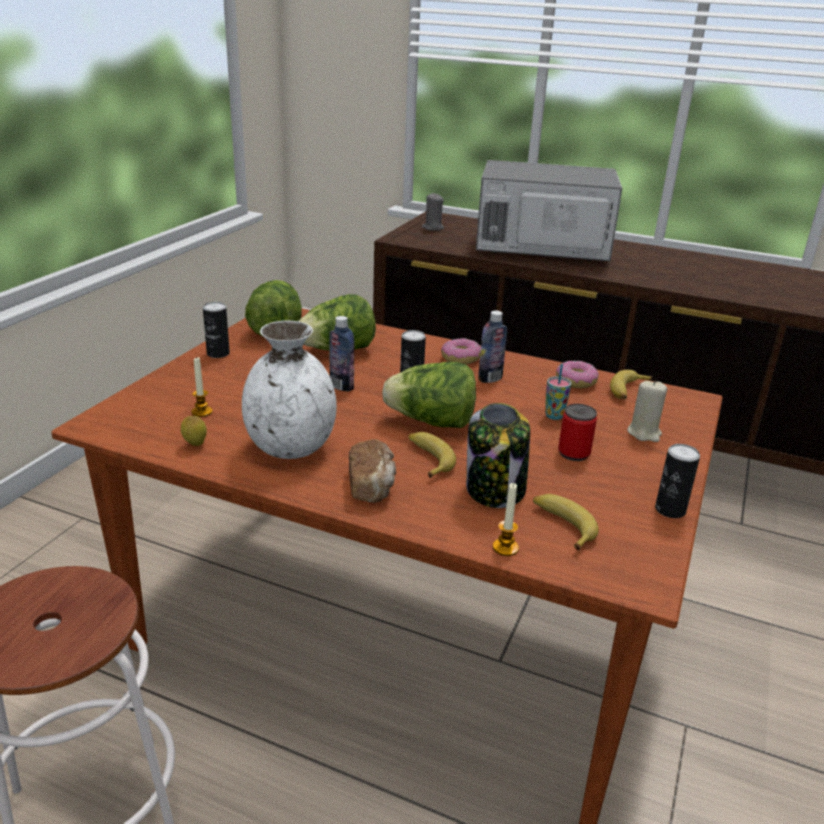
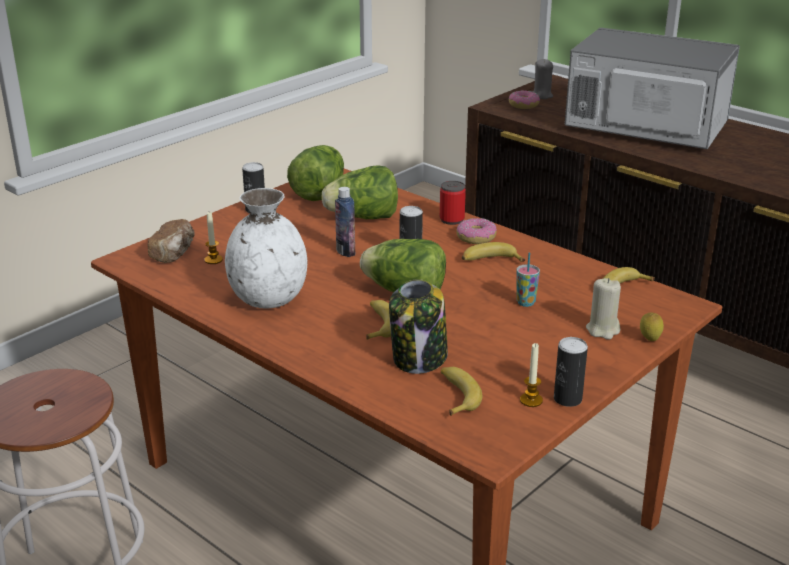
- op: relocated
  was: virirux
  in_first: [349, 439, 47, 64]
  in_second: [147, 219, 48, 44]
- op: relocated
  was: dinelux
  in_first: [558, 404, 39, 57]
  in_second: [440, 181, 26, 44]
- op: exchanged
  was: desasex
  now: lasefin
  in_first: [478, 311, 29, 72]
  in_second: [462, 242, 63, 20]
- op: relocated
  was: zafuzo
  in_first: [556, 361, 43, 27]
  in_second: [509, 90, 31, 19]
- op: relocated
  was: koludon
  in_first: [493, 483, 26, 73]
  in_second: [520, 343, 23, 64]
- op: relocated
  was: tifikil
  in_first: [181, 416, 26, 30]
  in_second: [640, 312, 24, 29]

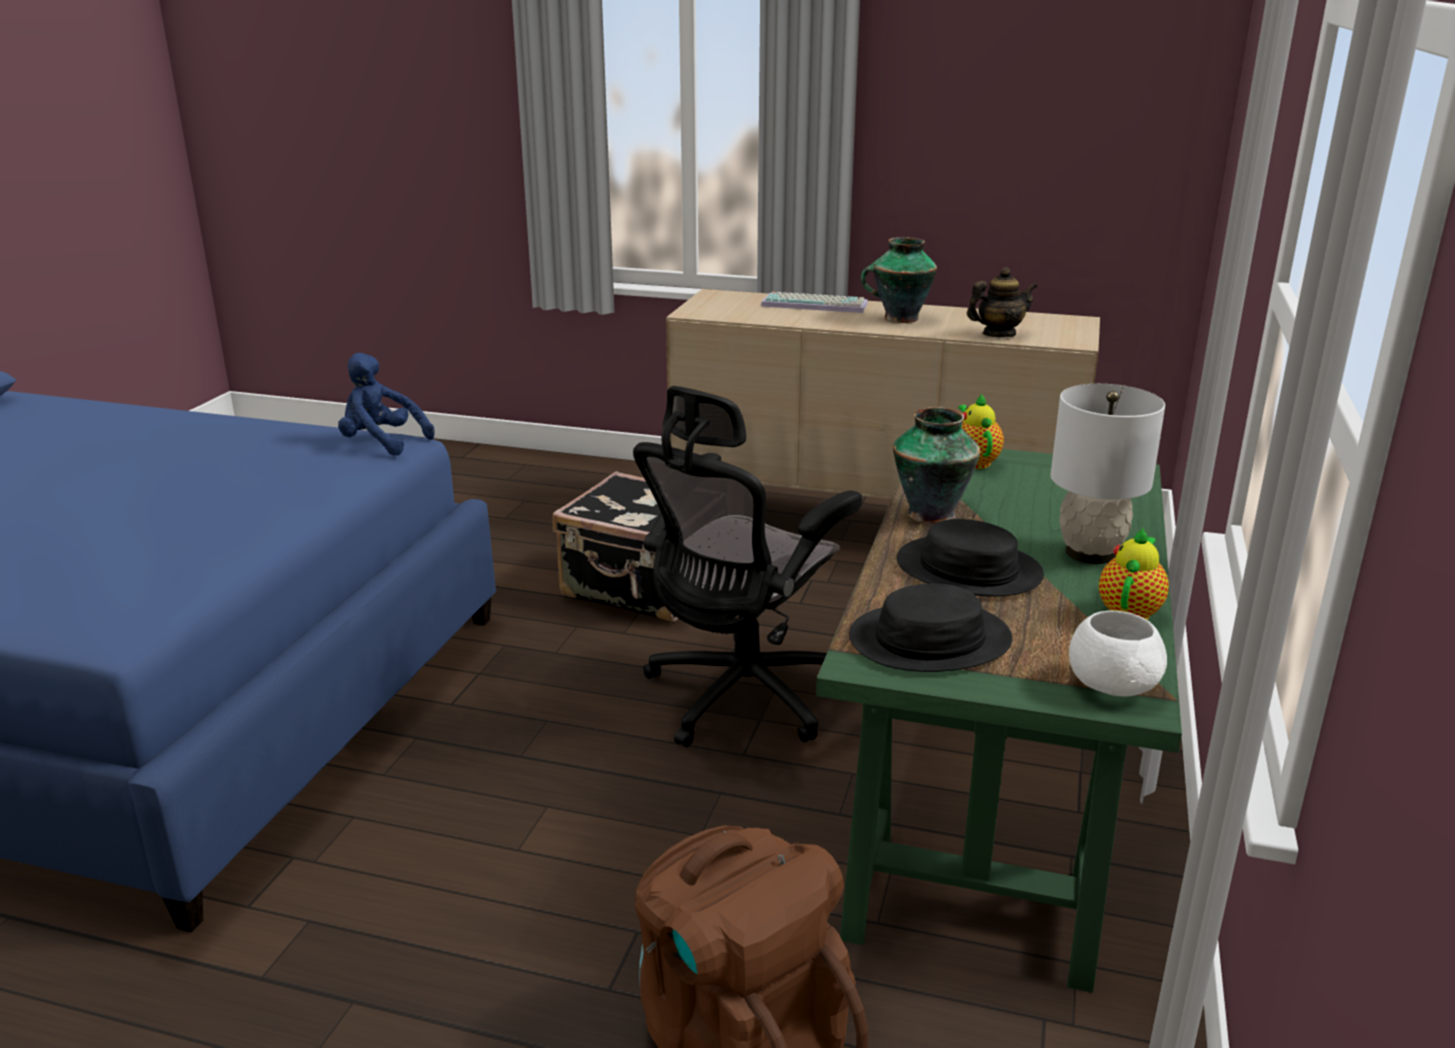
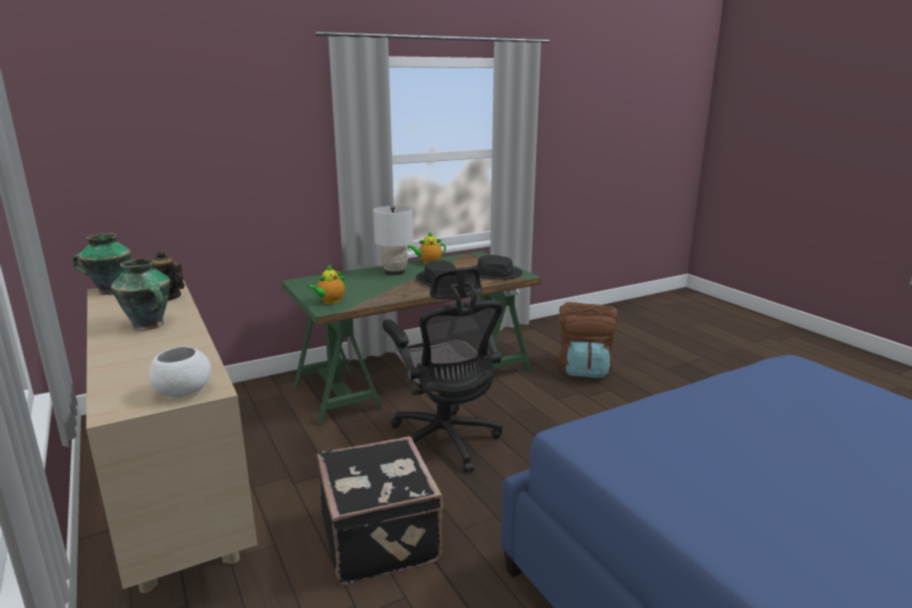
- op: relocated
  was: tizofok
  in_first: [893, 407, 88, 117]
  in_second: [72, 233, 59, 62]
- op: relocated
  was: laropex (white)
  in_first: [1069, 610, 98, 86]
  in_second: [149, 346, 62, 51]
- op: spun
  was: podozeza
  in_first: [633, 386, 229, 361]
  in_second: [382, 267, 121, 206]
  clockwise: 75
- op: missing
  was: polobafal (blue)
  in_first: [338, 353, 97, 102]
- op: missing
  was: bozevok
  in_first: [761, 292, 107, 21]

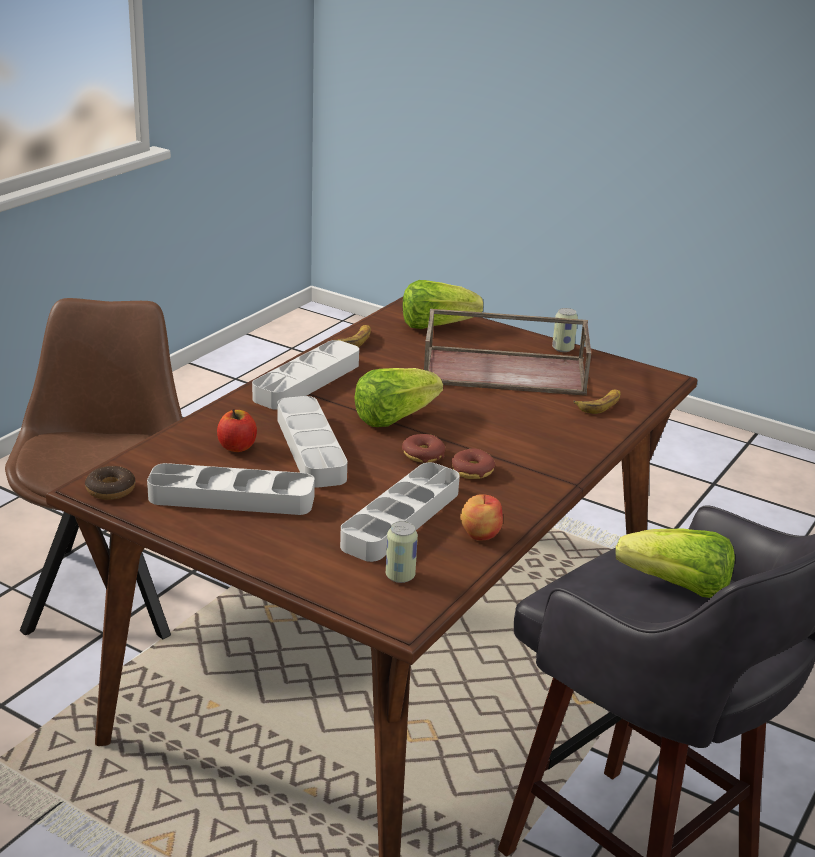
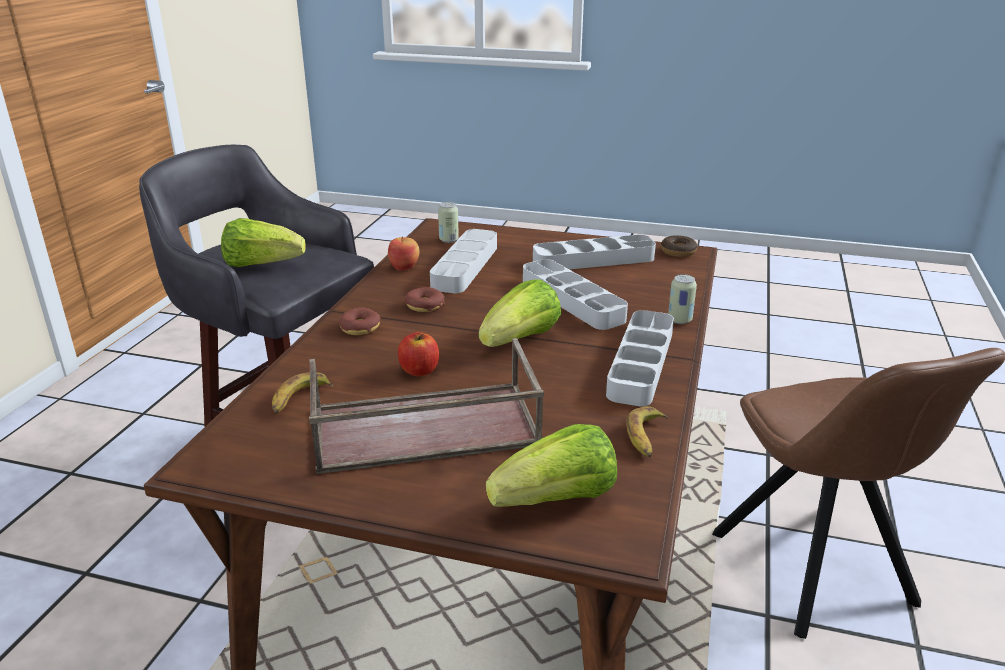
- op: relocated
  was: zafuzo
  in_first: [402, 434, 44, 29]
  in_second: [338, 308, 42, 27]
- op: relocated
  was: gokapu
  in_first: [217, 409, 40, 43]
  in_second: [398, 332, 41, 44]
- op: relocated
  was: dinelux
  in_first: [552, 308, 26, 44]
  in_second: [668, 274, 29, 50]

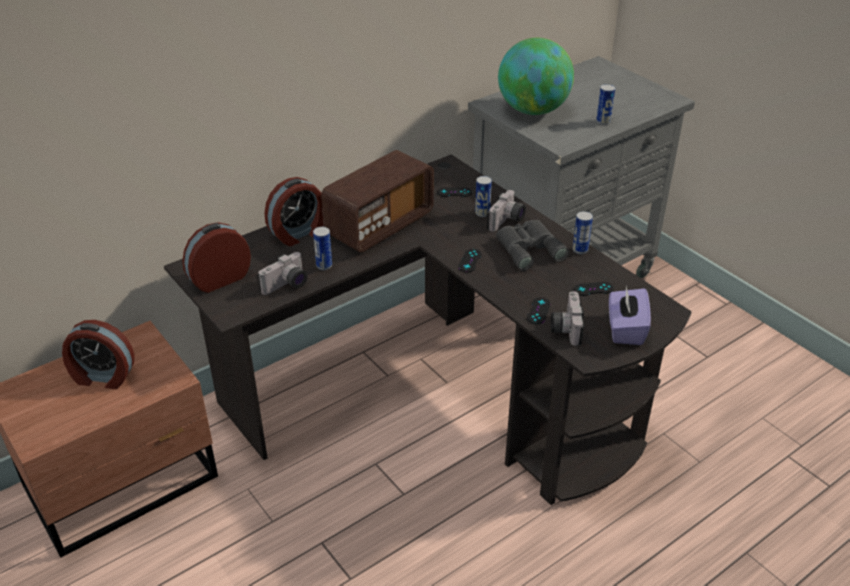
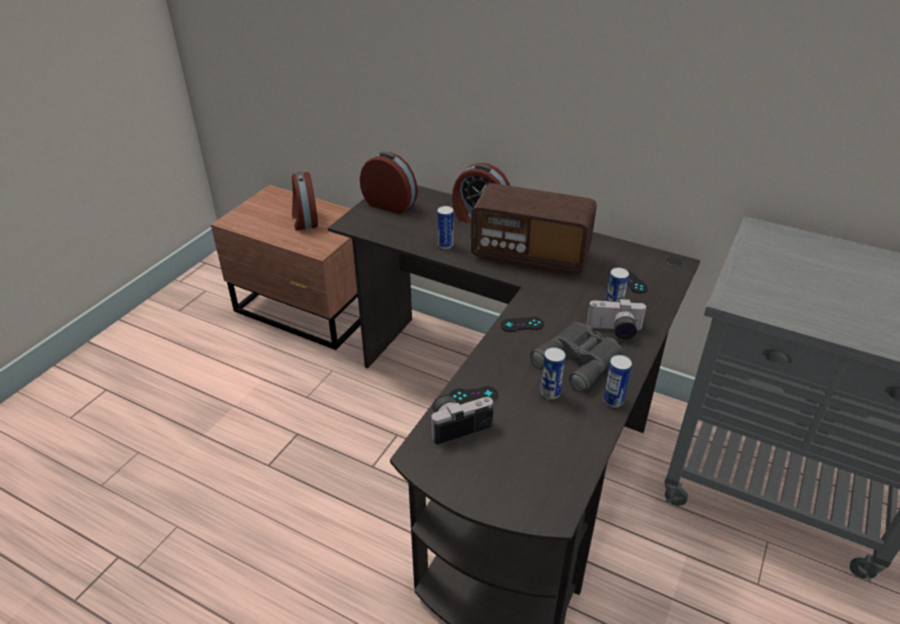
- op: relocated
  was: dinelux
  in_first: [596, 84, 19, 41]
  in_second: [540, 347, 26, 53]
- op: missing
  was: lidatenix
  in_first: [258, 252, 50, 43]
- op: missing
  was: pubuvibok
  in_first: [498, 38, 76, 77]
- op: missing
  was: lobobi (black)
  in_first: [574, 282, 40, 14]
- op: missing
  was: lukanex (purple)
  in_first: [609, 287, 42, 58]

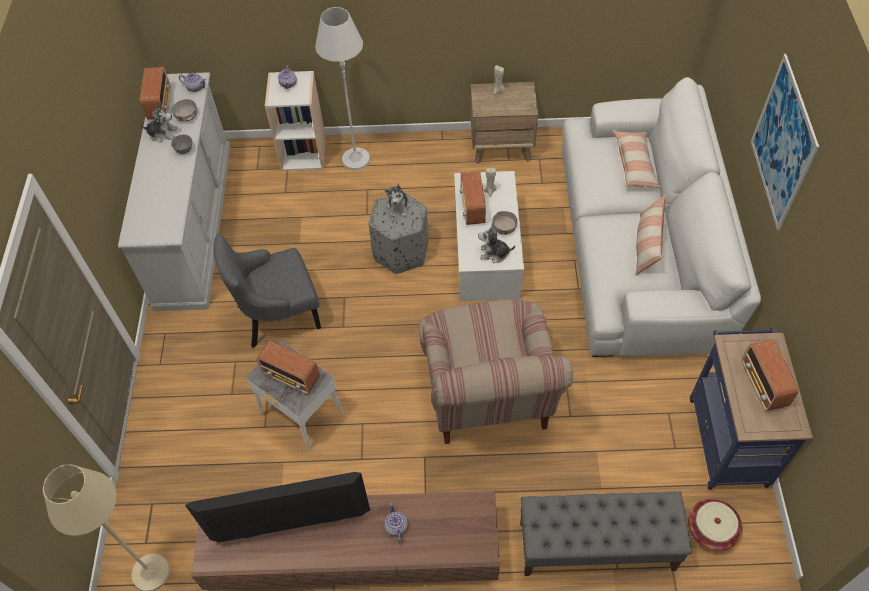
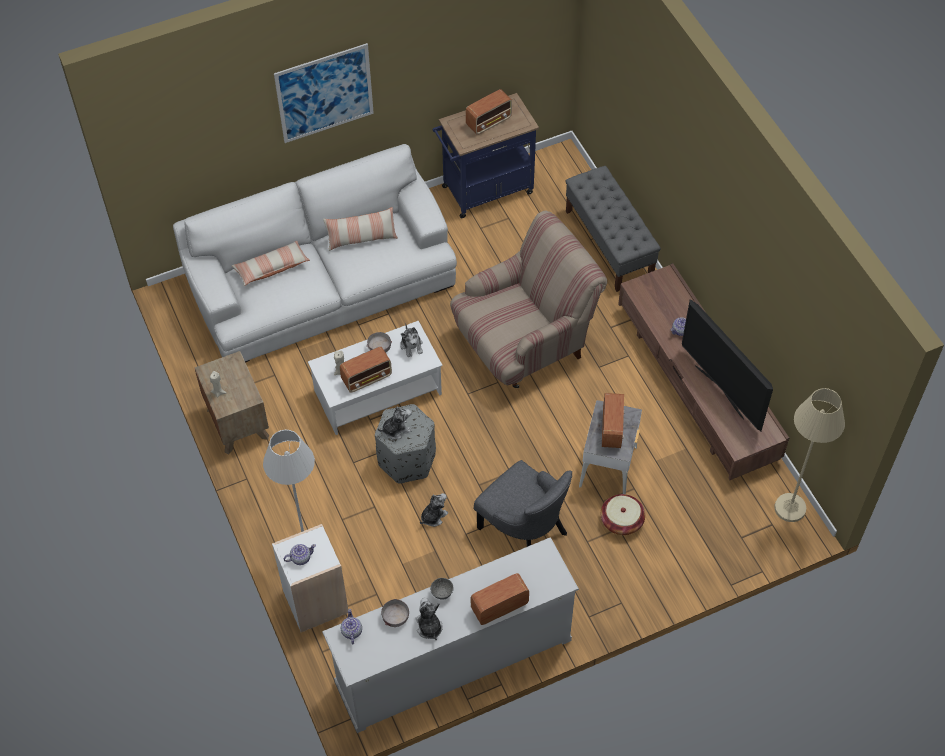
- op: appeared
  now: polobafal
  in_second: [420, 493, 28, 34]
- op: relocated
  was: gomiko
  in_first: [140, 67, 31, 53]
  in_second: [471, 573, 58, 52]
- op: relocated
  was: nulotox
  in_first: [688, 499, 54, 52]
  in_second: [601, 494, 44, 41]

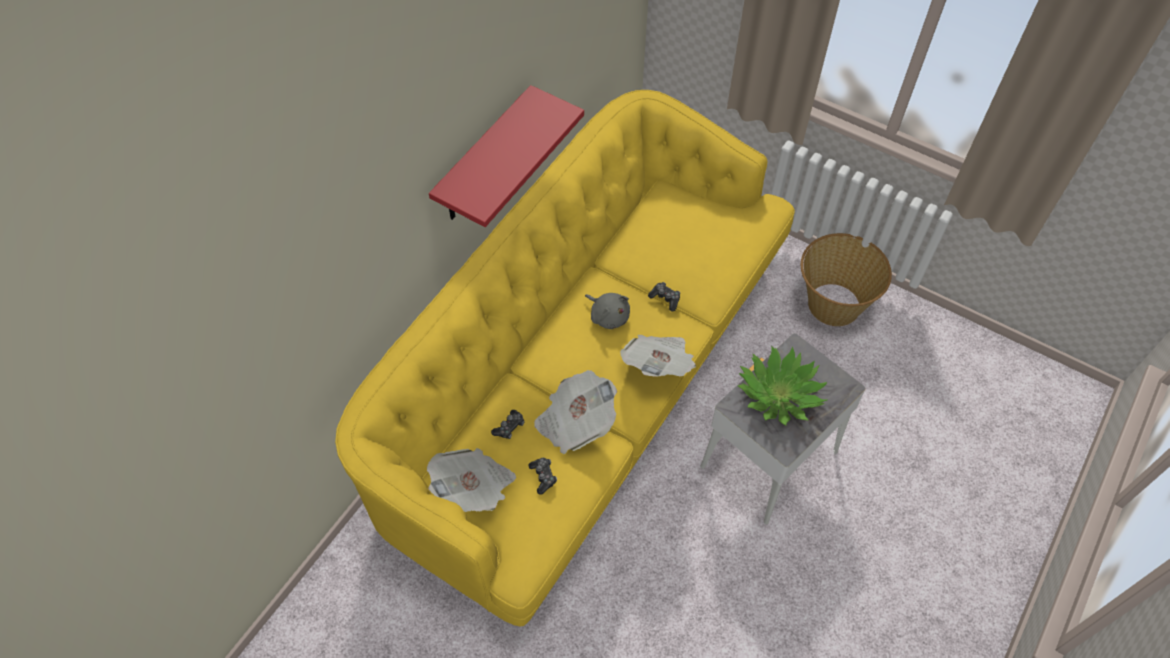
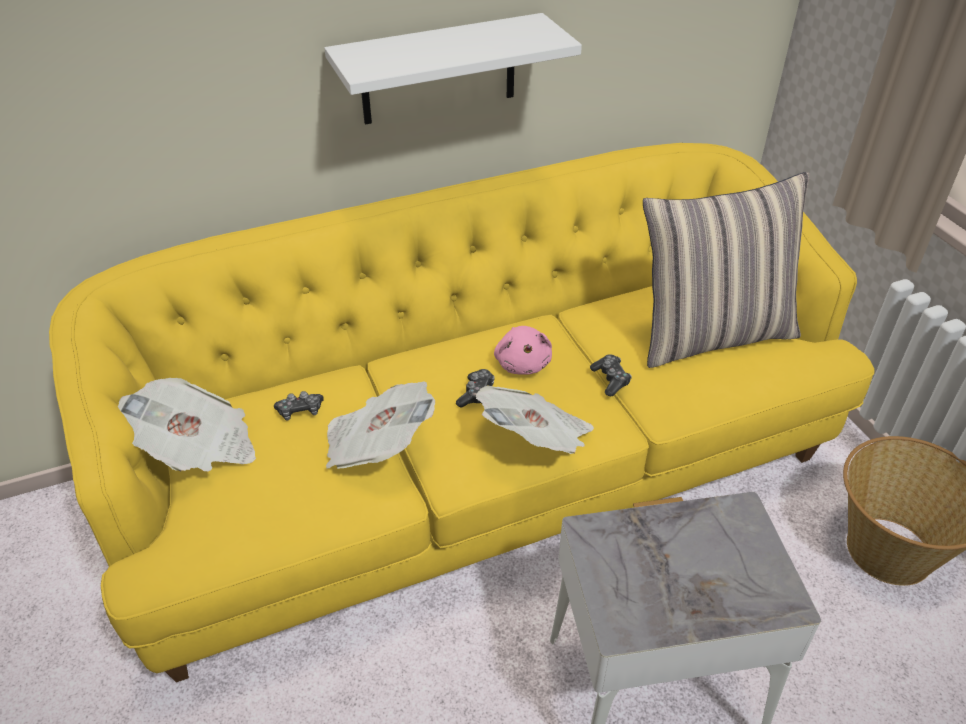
- op: colour
  was: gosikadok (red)
  now: gosikadok (white)
  in_first: [429, 85, 155, 142]
  in_second: [324, 13, 258, 112]
- op: relocated
  was: lobobi
  in_first: [528, 458, 29, 36]
  in_second: [456, 369, 39, 39]
- op: colour
  was: polobafal (grey)
  now: polobafal (pink)
  in_first: [585, 293, 45, 36]
  in_second: [494, 326, 58, 49]
- op: appeared
  now: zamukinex
  in_second: [643, 172, 166, 196]
- op: missing
  was: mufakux
  in_first: [738, 347, 89, 79]

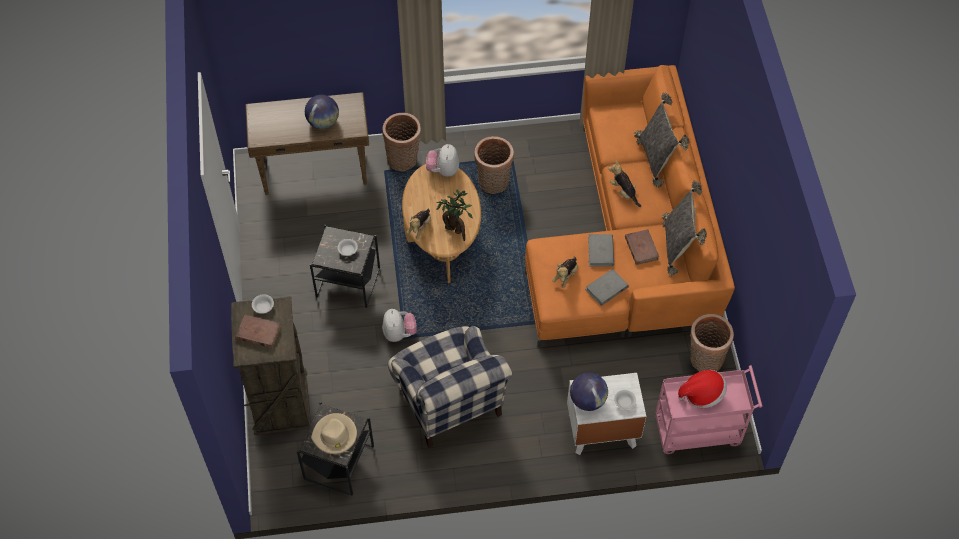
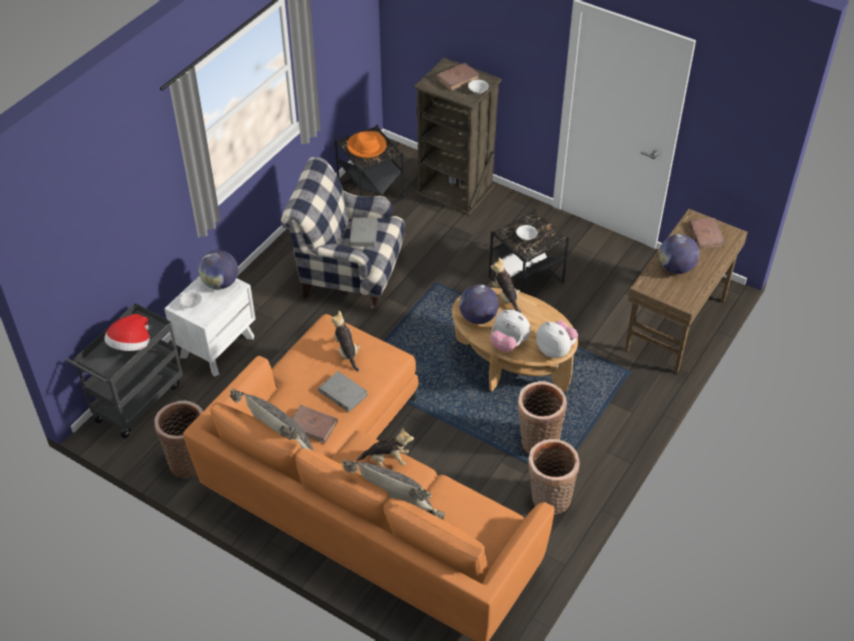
- op: colour
  was: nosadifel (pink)
  now: nosadifel (grey)
  in_first: [655, 365, 108, 89]
  in_second: [66, 303, 117, 135]
- op: colour
  was: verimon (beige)
  now: verimon (orange)
  in_first: [311, 413, 46, 41]
  in_second: [347, 131, 40, 27]
- op: relocated
  was: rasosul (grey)
  in_first: [585, 269, 44, 37]
  in_second: [349, 217, 29, 30]
- op: exchanged
  was: mufakux
  now: pubuvibok
  in_first: [436, 189, 37, 52]
  in_second: [459, 284, 40, 40]
- op: relocated
  was: polobafal
  in_first: [382, 309, 35, 33]
  in_second: [490, 310, 41, 42]
- op: relocated
  was: nulotox
  in_first: [382, 113, 39, 58]
  in_second: [528, 439, 52, 75]
- op: appeared
  now: rasosul (brown)
  in_second: [689, 218, 36, 32]

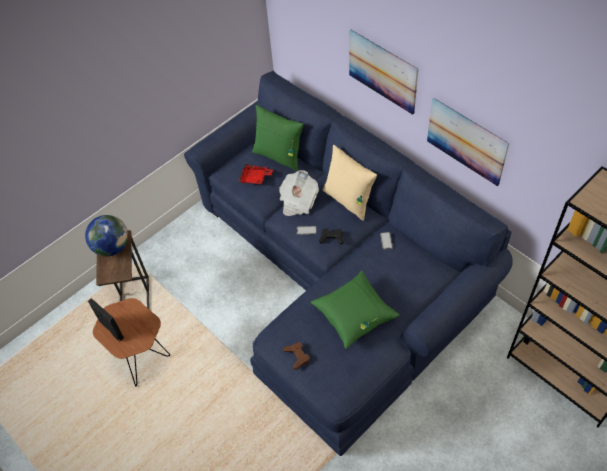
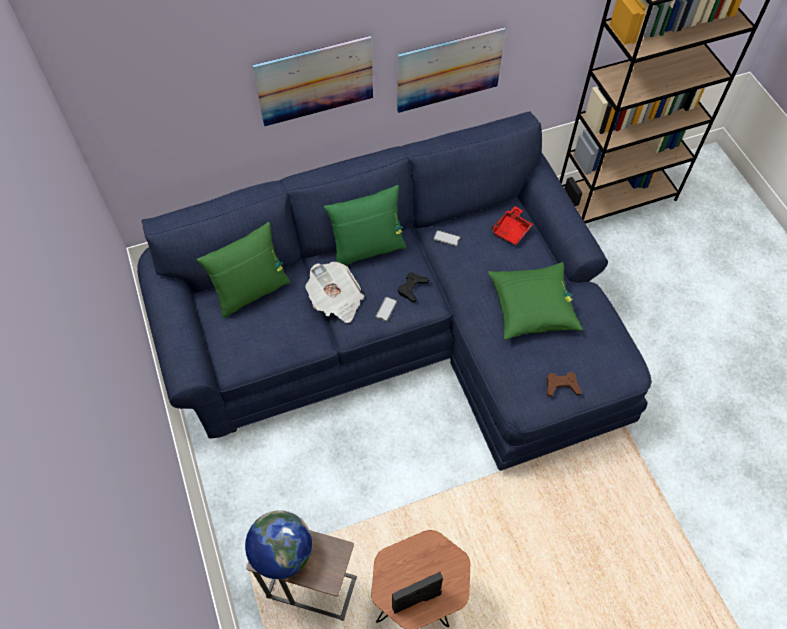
- op: colour
  was: zamukinex (beige)
  now: zamukinex (green)
  in_first: [323, 145, 54, 76]
  in_second: [324, 185, 82, 80]
- op: relocated
  was: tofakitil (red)
  in_first: [239, 163, 34, 21]
  in_second: [491, 206, 42, 39]

